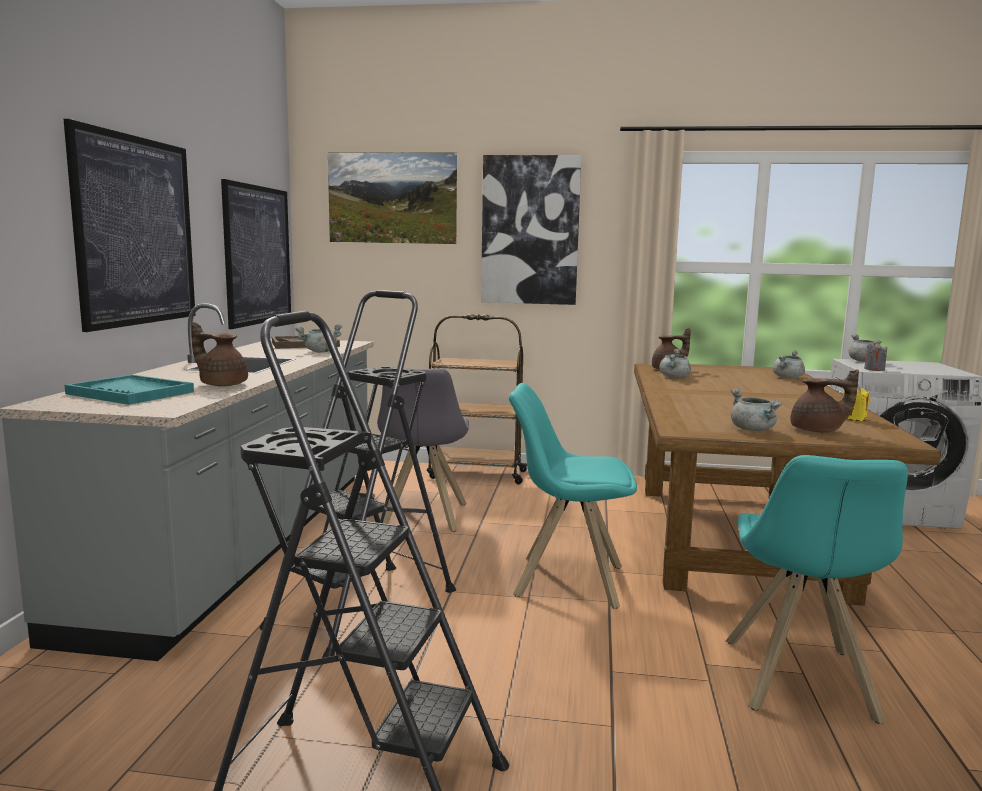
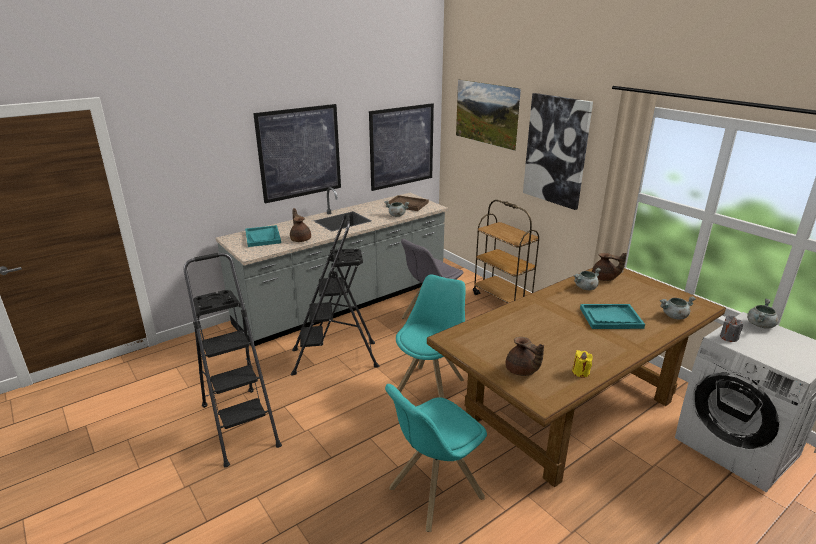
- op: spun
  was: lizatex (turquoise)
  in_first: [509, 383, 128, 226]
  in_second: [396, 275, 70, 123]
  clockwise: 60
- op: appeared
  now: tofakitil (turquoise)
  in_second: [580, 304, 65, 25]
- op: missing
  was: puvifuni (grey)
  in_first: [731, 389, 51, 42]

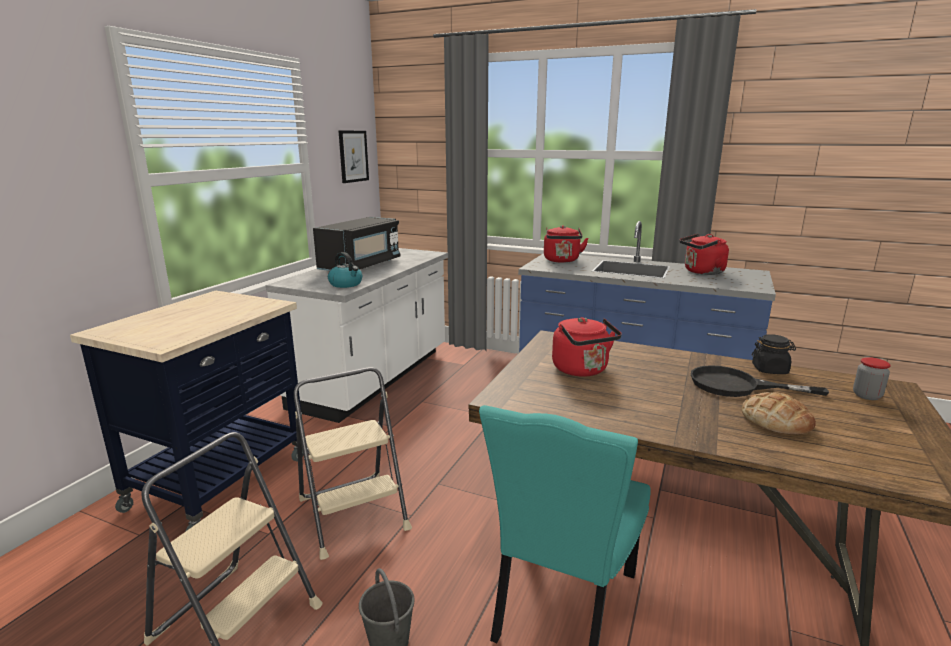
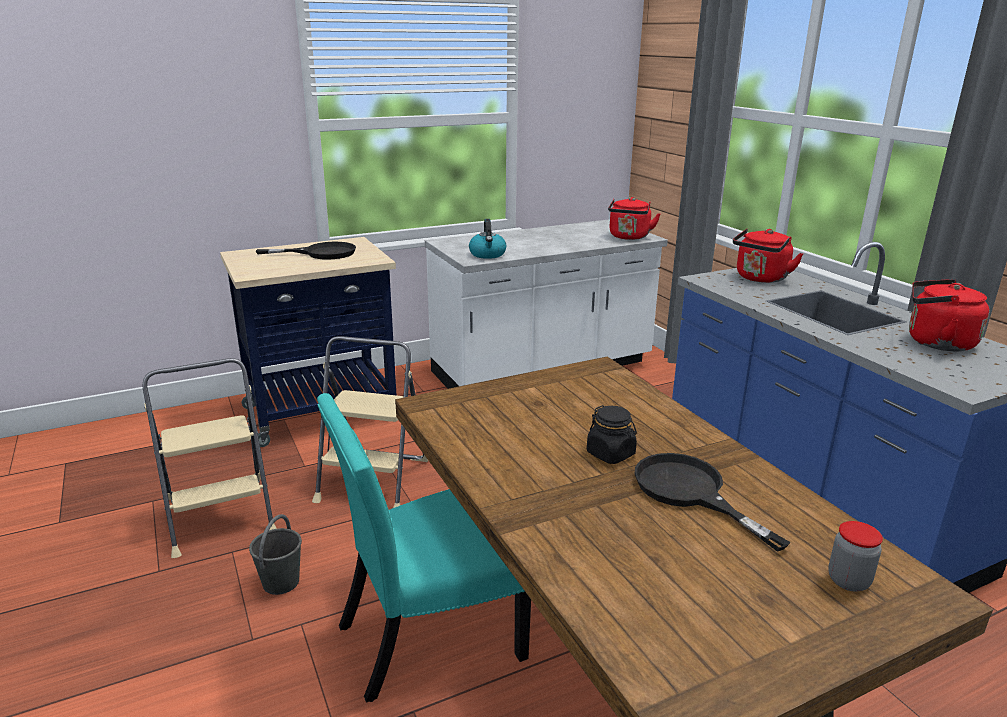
- op: appeared
  now: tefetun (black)
  in_second: [256, 242, 100, 18]
- op: relocated
  was: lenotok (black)
  in_first: [752, 334, 44, 40]
  in_second: [587, 405, 50, 59]
- op: relocated
  was: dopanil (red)
  in_first: [552, 317, 70, 60]
  in_second: [608, 197, 52, 43]
- op: missing
  was: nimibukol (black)
  in_first: [313, 217, 88, 54]
- op: missing
  was: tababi
  in_first: [339, 131, 30, 52]
- op: missing
  was: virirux
  in_first: [742, 392, 74, 42]

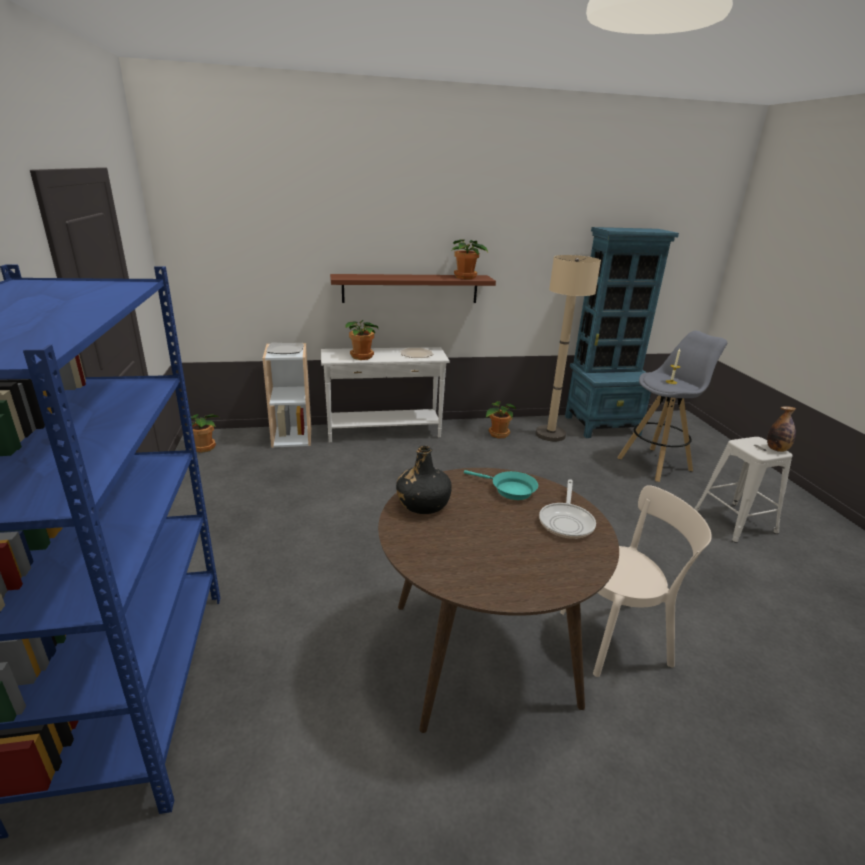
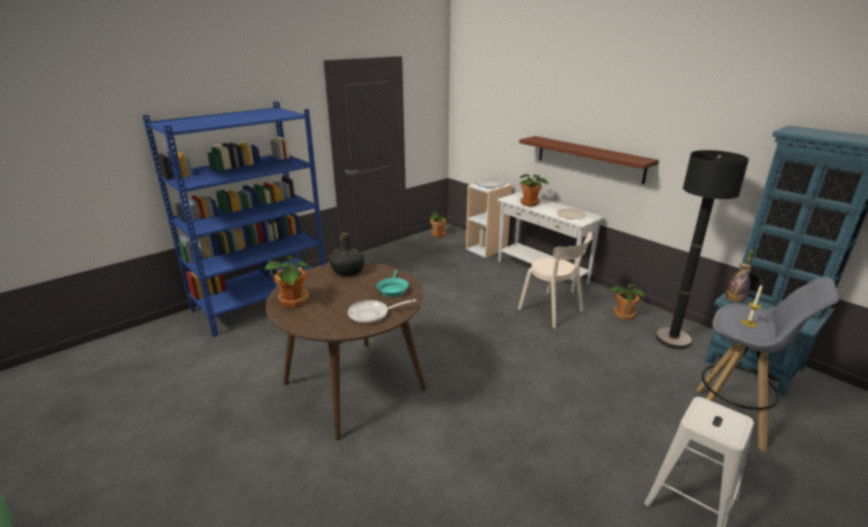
- op: relocated
  was: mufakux
  in_first: [452, 239, 36, 40]
  in_second: [264, 256, 45, 52]
- op: relocated
  was: lizatex (beige)
  in_first: [560, 485, 152, 192]
  in_second: [518, 232, 75, 96]
- op: colour
  was: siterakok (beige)
  now: siterakok (black)
  in_first: [536, 255, 65, 186]
  in_second: [656, 150, 93, 199]
- op: relocated
  was: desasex
  in_first: [767, 406, 29, 46]
  in_second: [725, 263, 27, 40]

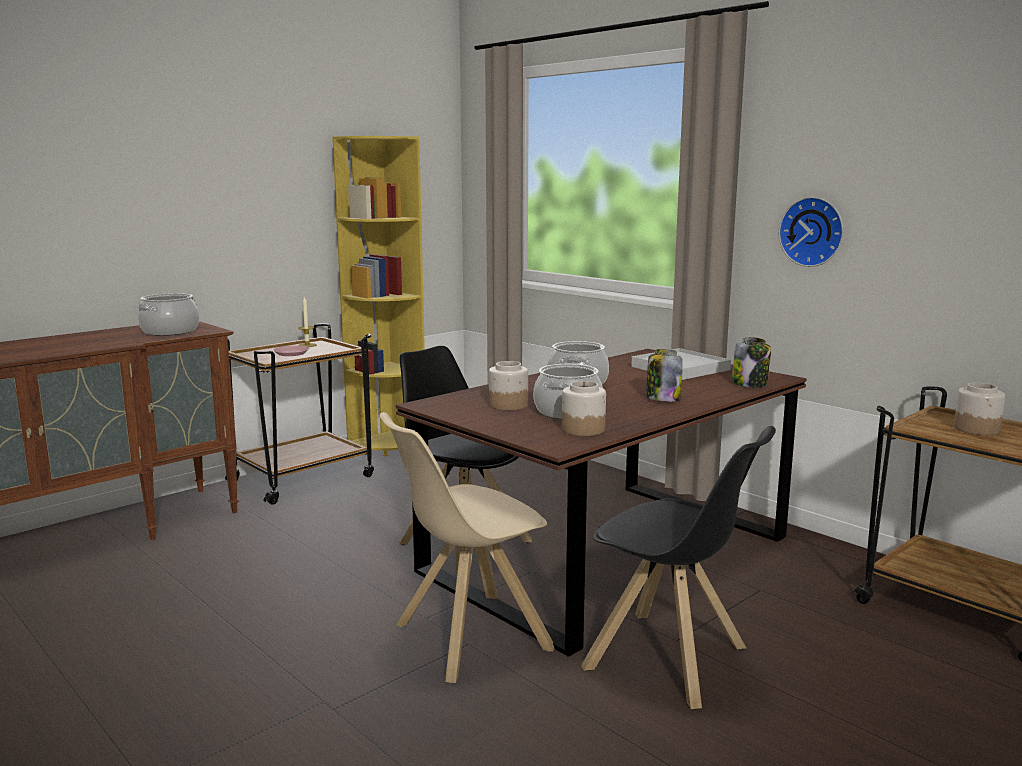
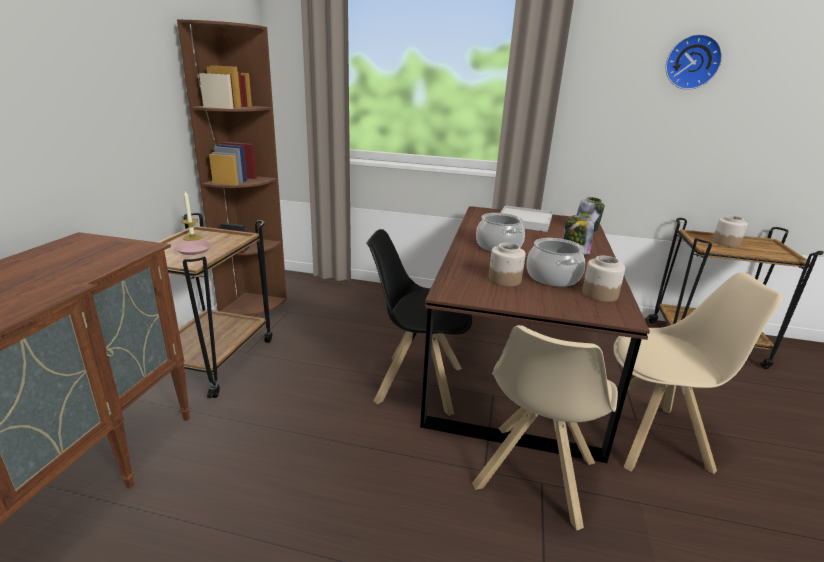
- op: colour
  was: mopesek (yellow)
  now: mopesek (brown)
  in_first: [332, 136, 93, 320]
  in_second: [177, 19, 110, 298]
- op: colour
  was: lizatex (black)
  now: lizatex (beige)
  in_first: [581, 426, 195, 283]
  in_second: [613, 272, 170, 202]
- op: relocated
  was: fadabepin
  in_first: [779, 197, 65, 70]
  in_second: [665, 34, 57, 56]
- op: missing
  was: puvifuni
  in_first: [138, 293, 61, 43]

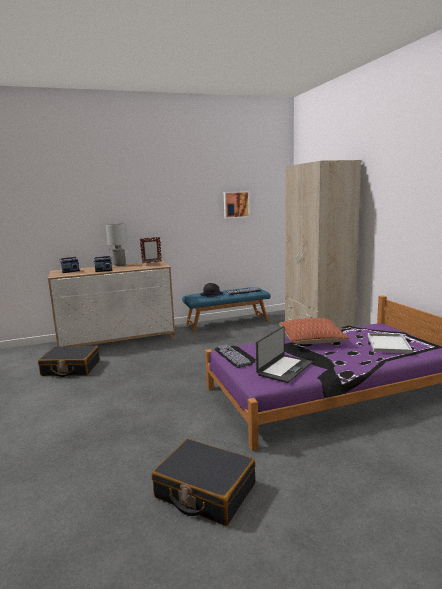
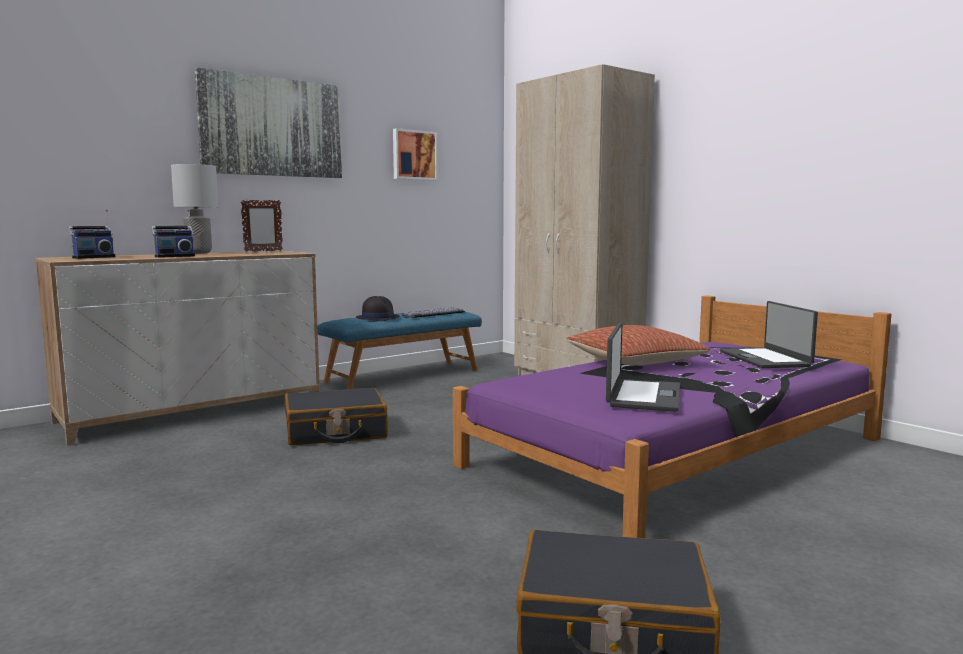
- op: appeared
  now: tababi
  in_second: [194, 67, 148, 111]
- op: relocated
  was: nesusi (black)
  in_first: [38, 346, 62, 31]
  in_second: [285, 388, 103, 57]
- op: exchanged
  was: tofakitil (white)
  now: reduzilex
  in_first: [368, 333, 44, 20]
  in_second: [720, 301, 98, 67]
- op: missing
  was: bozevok
  in_first: [214, 345, 42, 23]

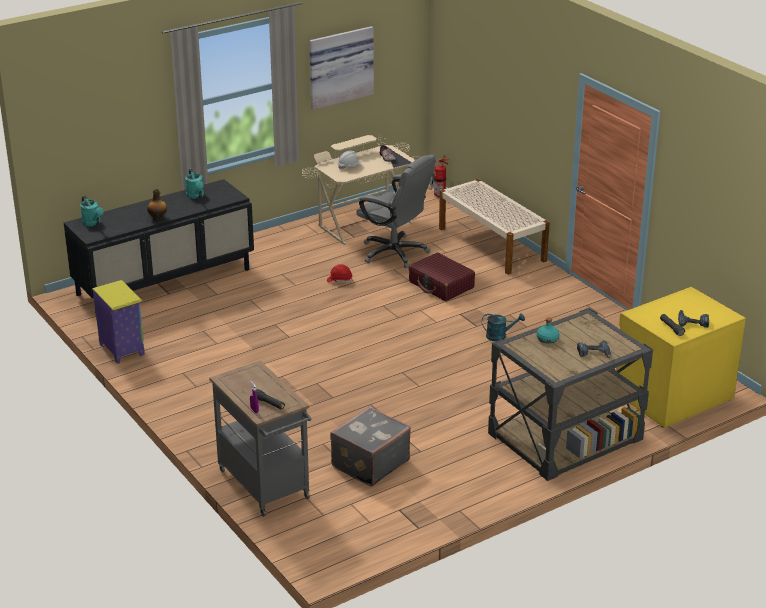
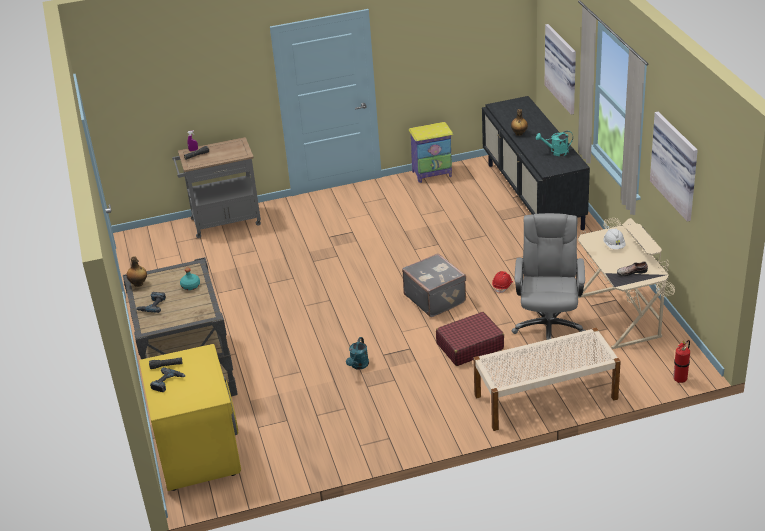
- op: appeared
  now: desasex
  in_second: [127, 256, 20, 31]
- op: relocated
  was: nesusi (grey)
  in_first: [330, 406, 81, 80]
  in_second: [402, 253, 64, 64]
- op: spun
  was: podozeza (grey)
  in_first: [356, 154, 80, 115]
  in_second: [512, 213, 74, 137]
  clockwise: 135
- op: appeared
  now: tababi
  in_second: [545, 24, 31, 91]
- op: missing
  was: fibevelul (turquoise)
  in_first: [80, 196, 24, 30]

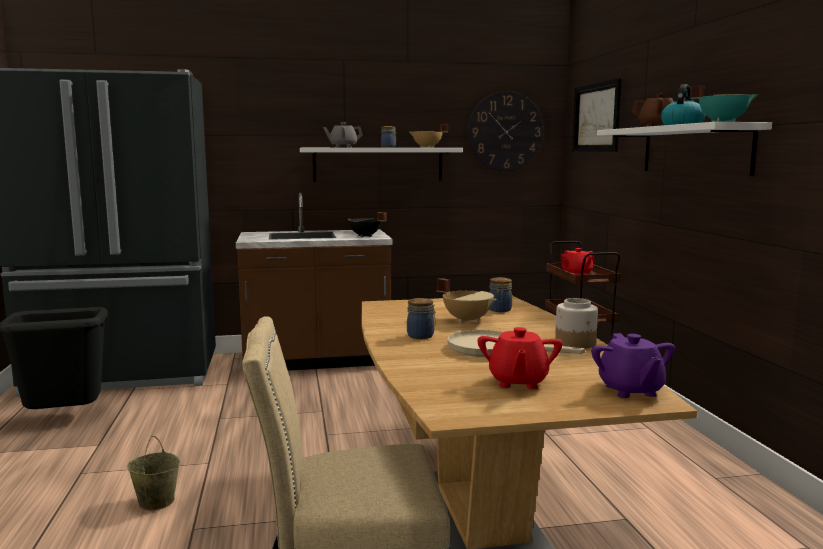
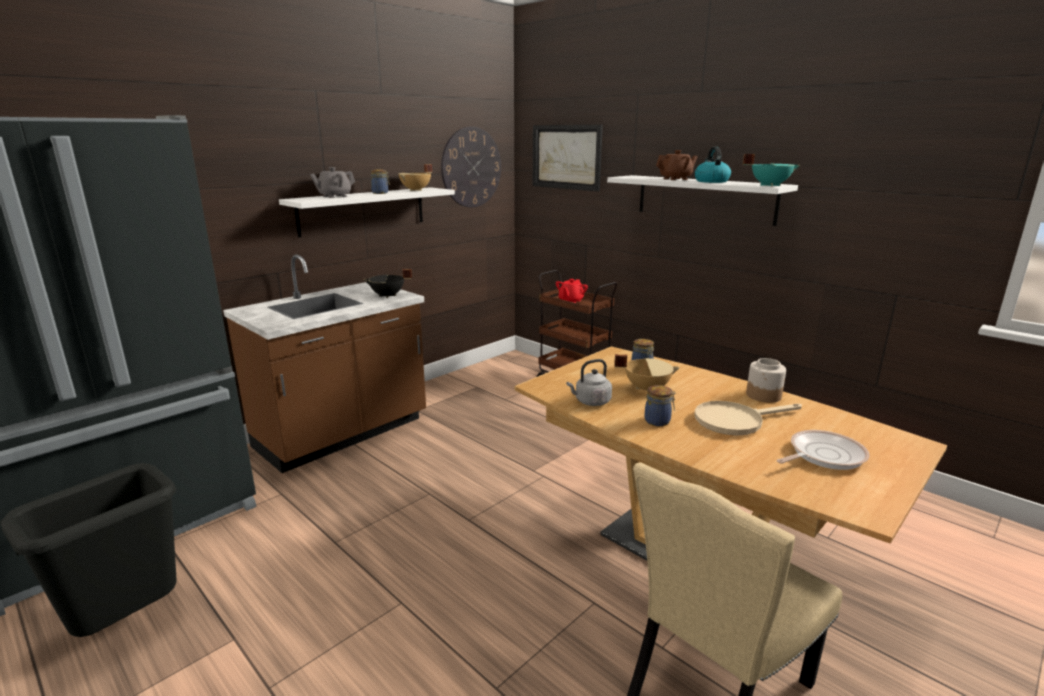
- op: appeared
  now: dopanil (grey)
  in_second: [566, 359, 46, 47]
- op: exchanged
  was: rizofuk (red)
  now: tefetun
  in_first: [478, 327, 85, 62]
  in_second: [777, 430, 93, 40]
- op: missing
  was: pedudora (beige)
  in_first: [127, 436, 53, 74]
- op: missing
  was: rizofuk (purple)
  in_first: [591, 333, 84, 65]

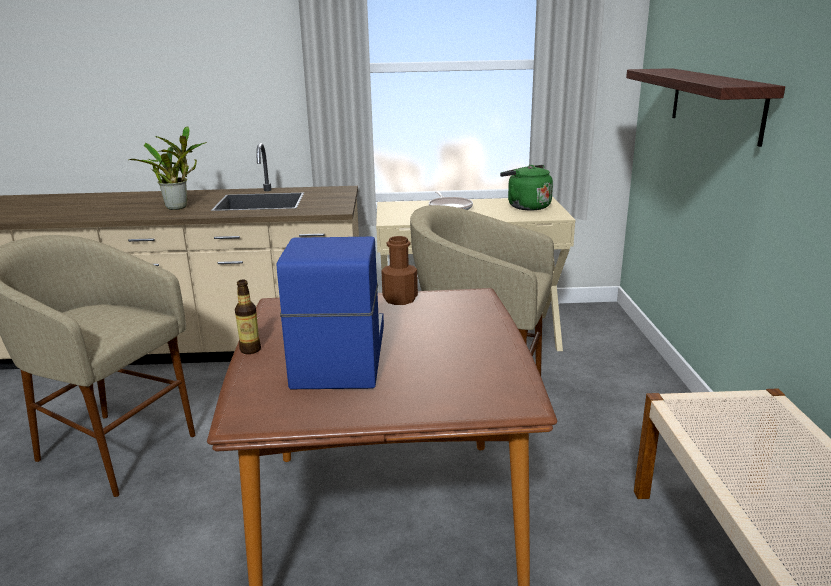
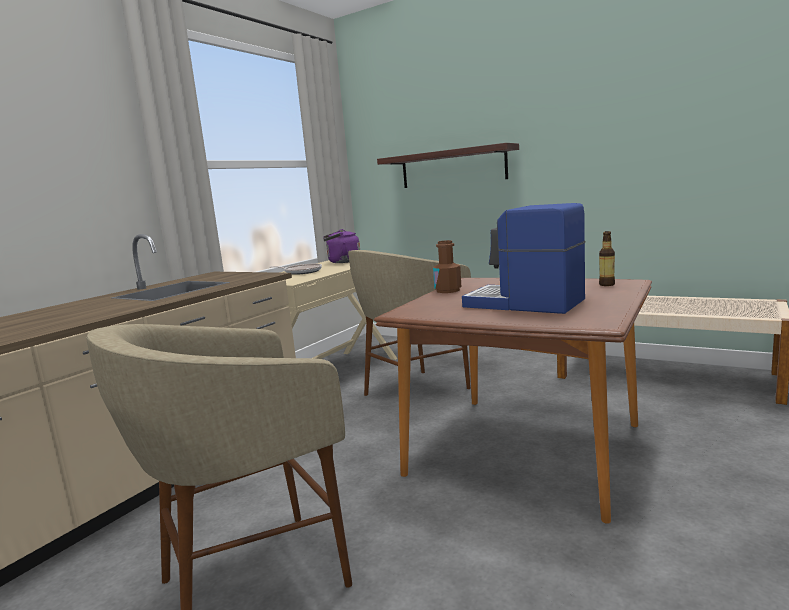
- op: colour
  was: dopanil (green)
  now: dopanil (purple)
  in_first: [500, 165, 53, 46]
  in_second: [323, 229, 37, 34]
- op: relocated
  was: desasex
  in_first: [235, 279, 26, 75]
  in_second: [599, 231, 16, 55]
- op: missing
  was: mufakux
  in_first: [128, 126, 79, 84]

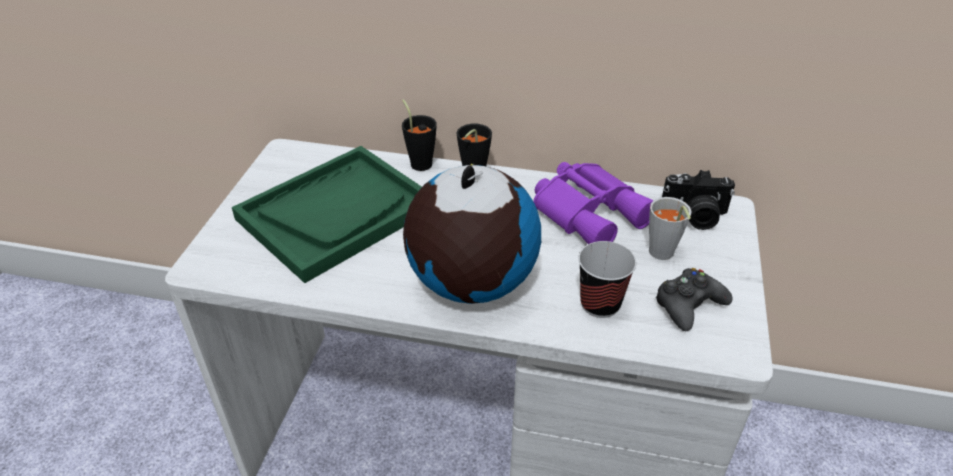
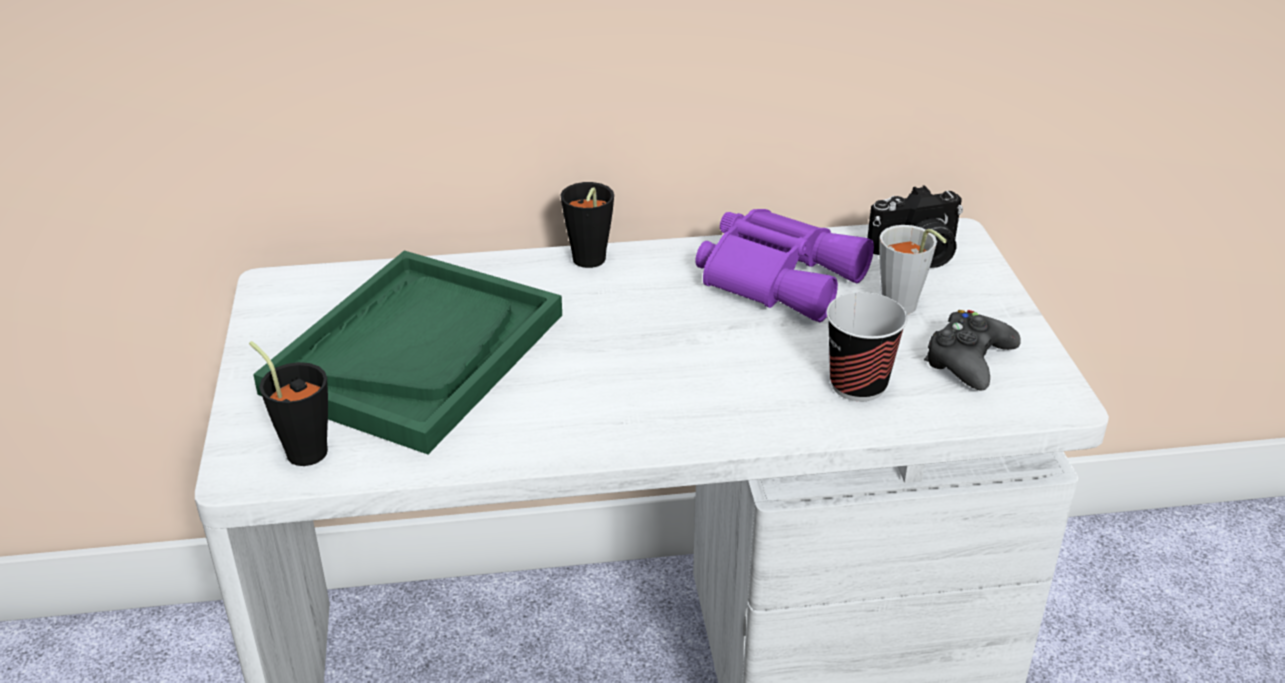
- op: relocated
  was: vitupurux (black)
  in_first: [402, 99, 35, 72]
  in_second: [249, 341, 79, 125]
- op: missing
  was: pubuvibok
  in_first: [403, 163, 138, 141]

